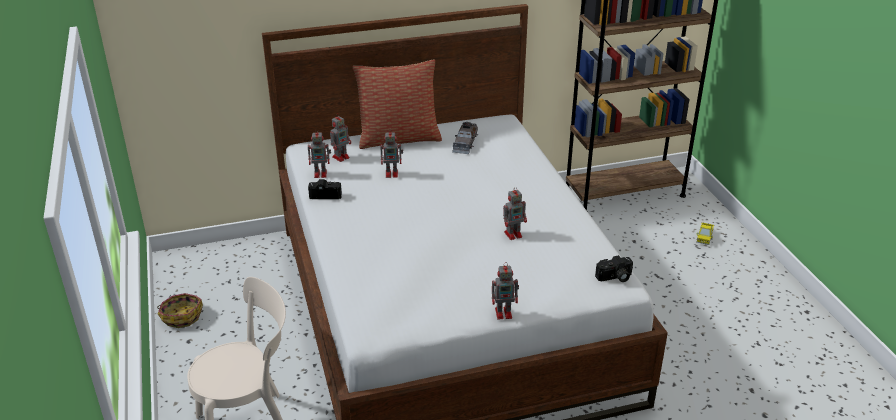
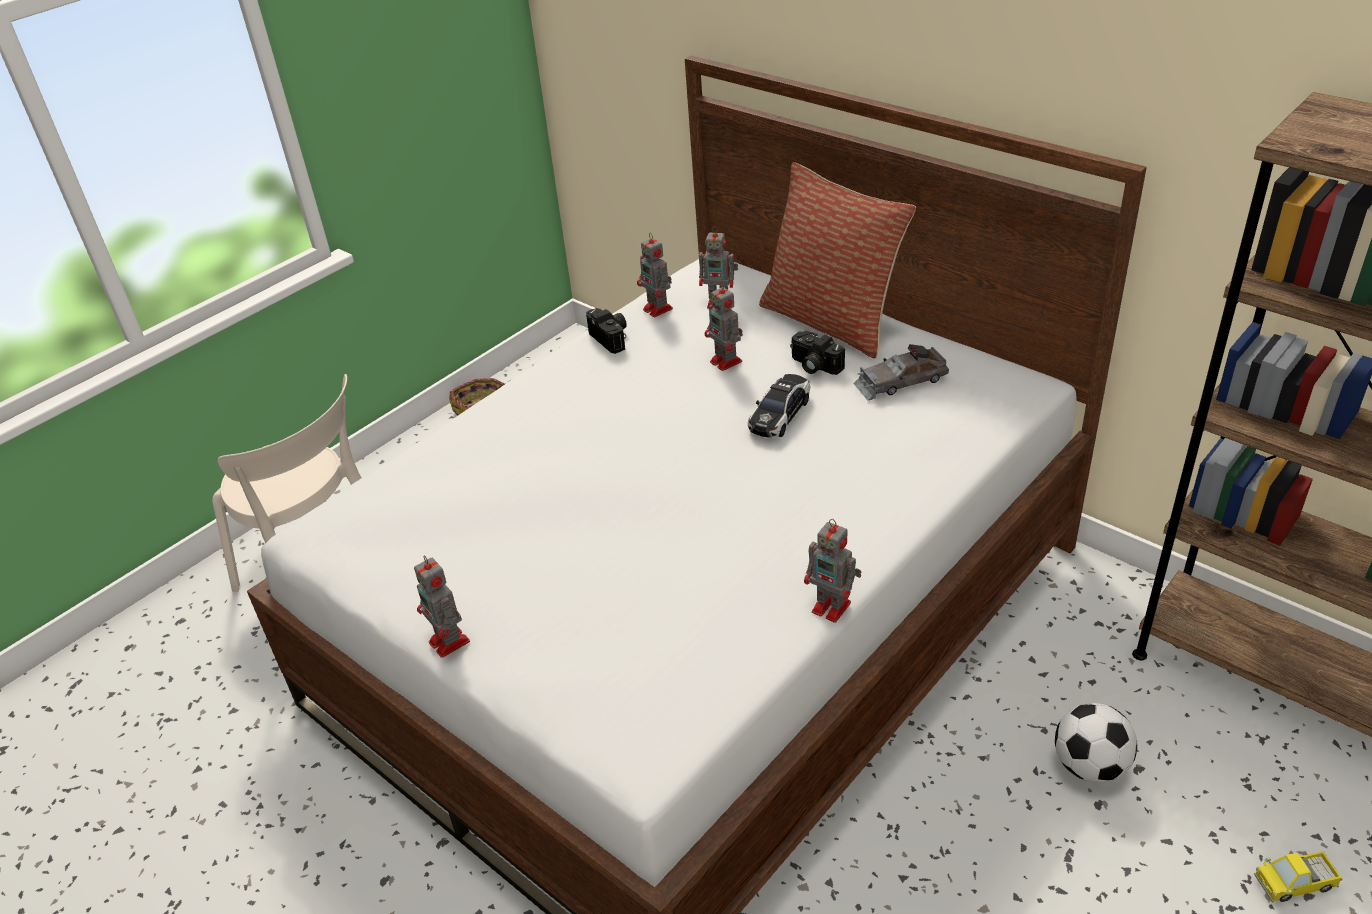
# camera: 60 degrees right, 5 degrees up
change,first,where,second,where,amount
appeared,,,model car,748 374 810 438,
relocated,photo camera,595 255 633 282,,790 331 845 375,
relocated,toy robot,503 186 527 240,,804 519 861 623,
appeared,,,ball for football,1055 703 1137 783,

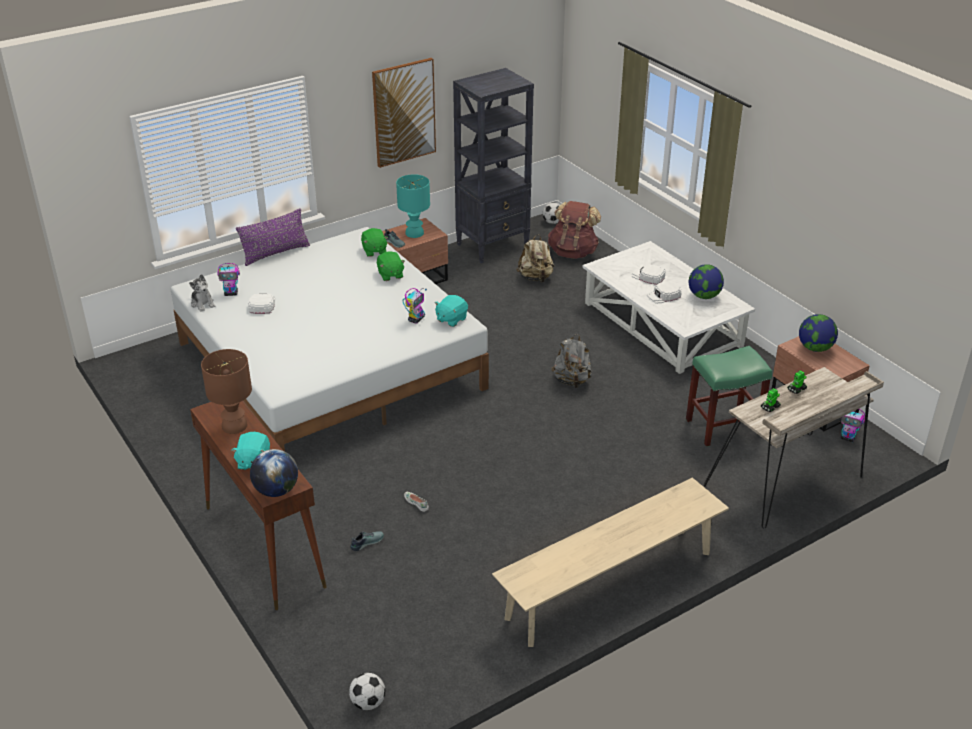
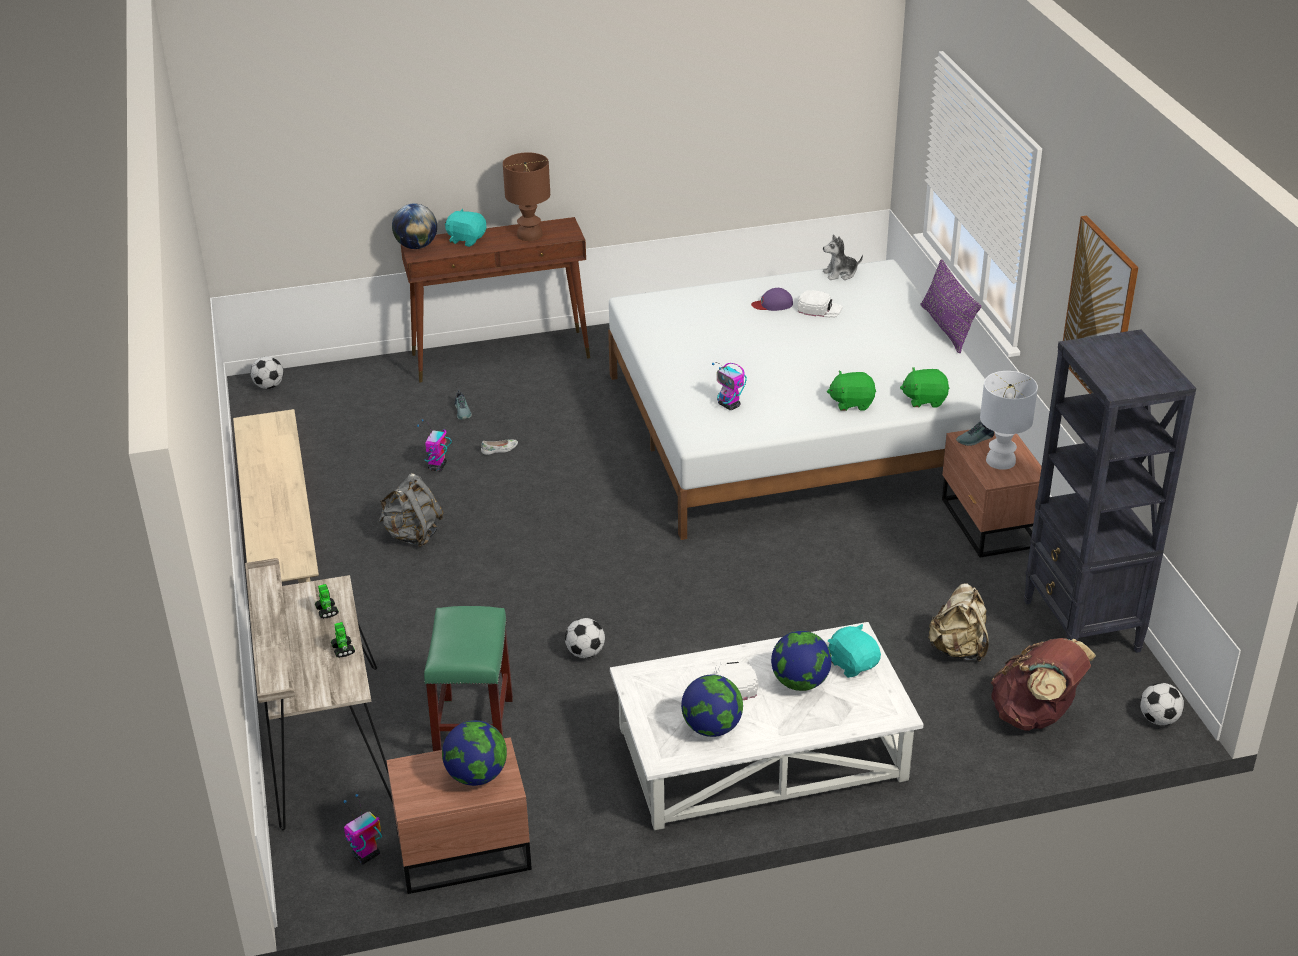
# camera: 110 degrees right, 0 degrees up
change,first,where,second,where,amount
relocated,greyish backpack,552 334 592 388,,378 473 444 547,
relocated,toy robot,217 263 240 296,,417 419 452 471,
appeared,,,ball for football,565 618 605 658,
appeared,,,purplish cap,751 288 793 311,
exchanged,white-coloured cap,632 264 666 285,desk globe,771 631 831 691,
relocated,turquoise soft toy,435 295 468 327,,828 624 881 678,
colour,turquoise tabletop lamp,396 174 430 238,white-coloured tabletop lamp,980 371 1038 470,

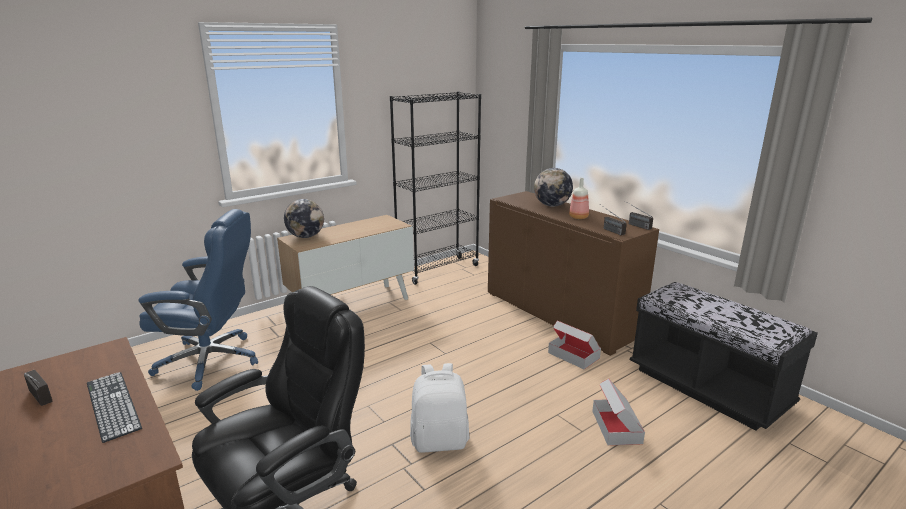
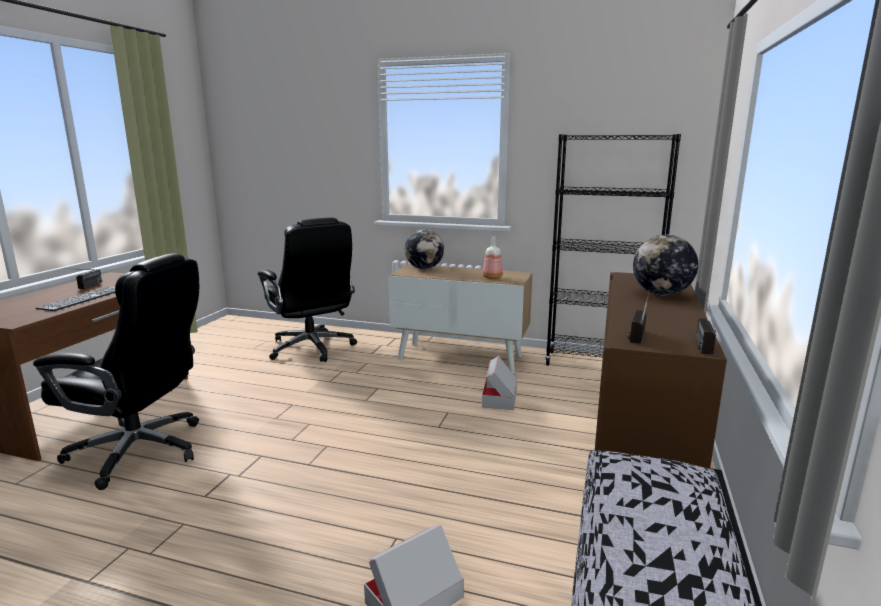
# camera: 55 degrees right, 5 degrees down
change,first,where,second,where,amount
colour,bluish computer chair,139 209 258 391,black-coloured computer chair,258 218 357 362,
relocated,packing box,548 321 601 369,,482 356 517 410,
relocated,drink bottle,569 178 589 219,,483 236 503 279,
missing,white-coloured backpack,410 363 470 453,,,

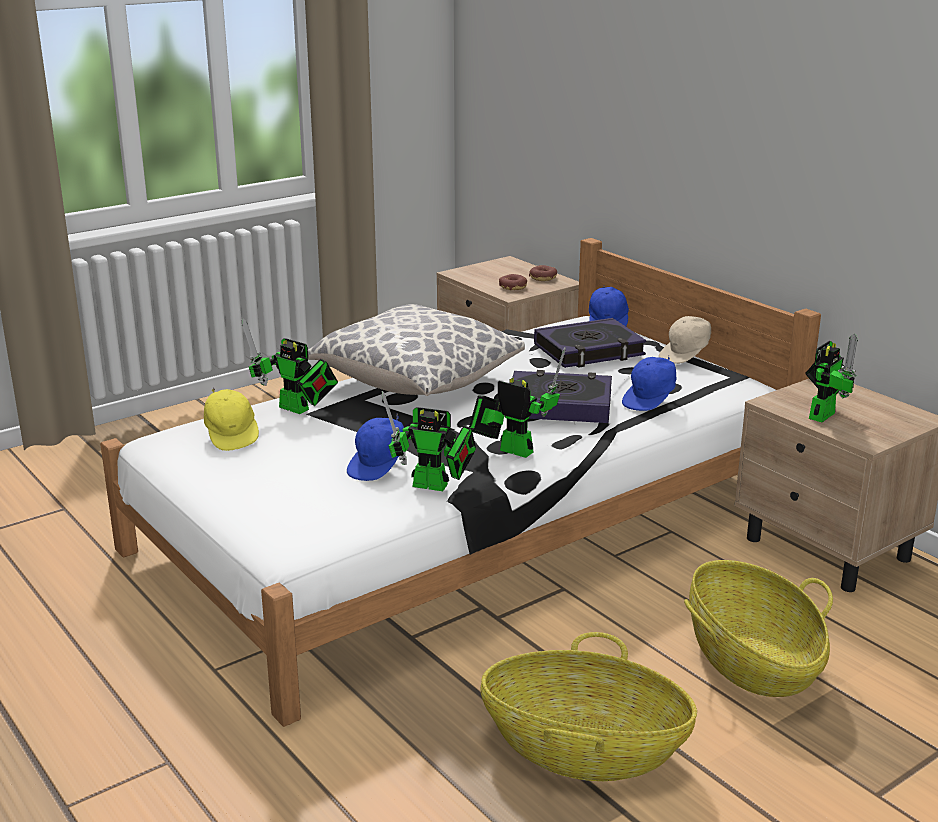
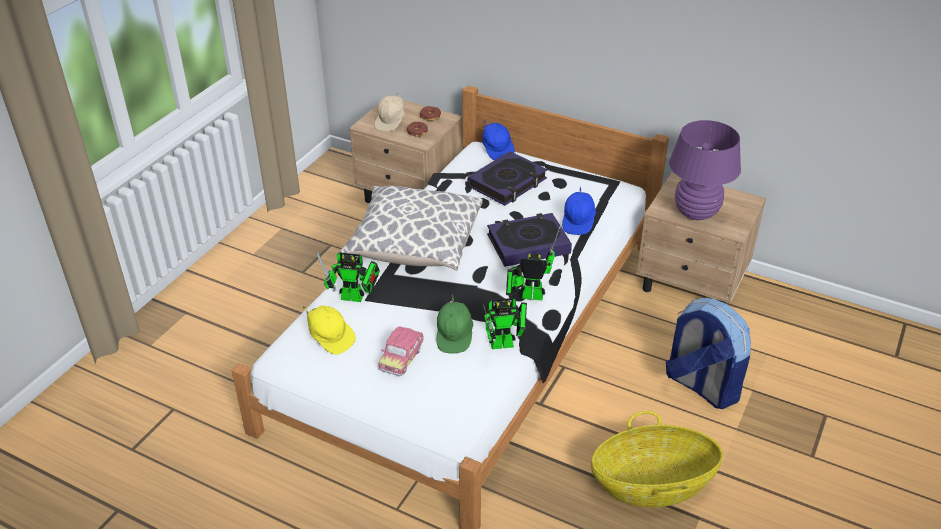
# camera: 25 degrees left, 15 degrees up
change,first,where,second,where,amount
relocated,sand-coloured cap,659 316 711 364,,374 93 405 132,
appeared,,,model car,378 326 424 376,
colour,bluish cap,347 416 404 481,greenish cap,437 295 473 354,
exchanged,storage basket,684 560 833 697,backpack,666 298 751 409,
exchanged,toy robot,805 333 858 422,purplish tabletop lamp,669 120 741 220,

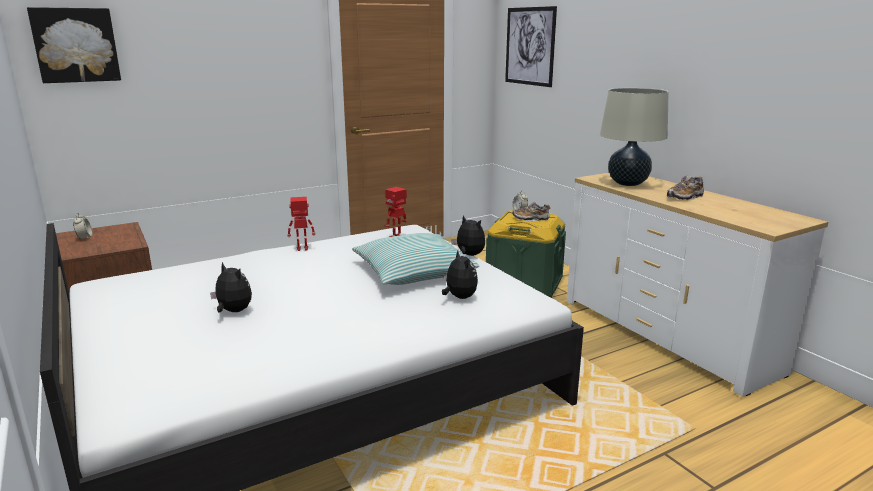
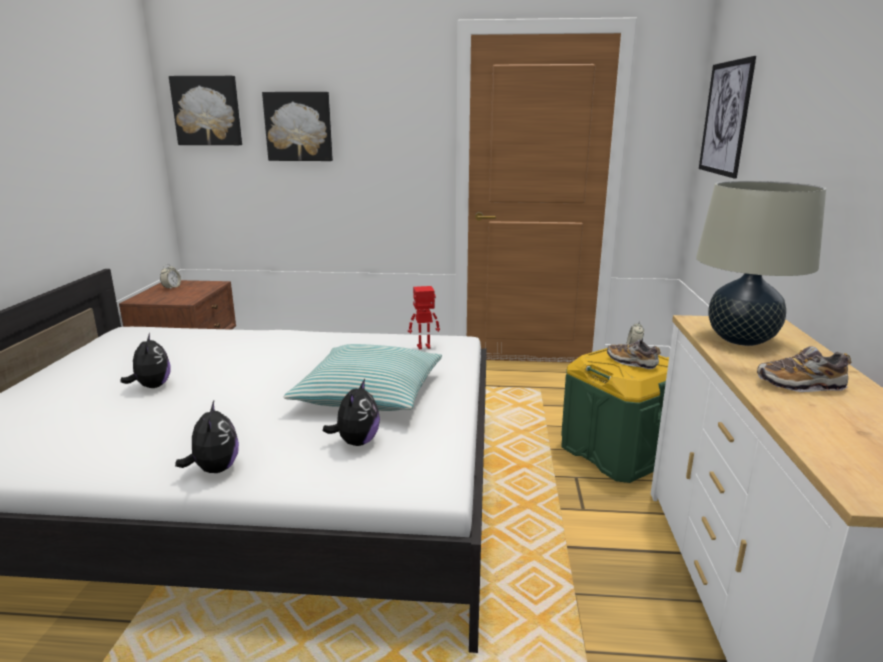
# camera: 35 degrees right, 0 degrees up
change,first,where,second,where,amount
relocated,soft toy,451 216 485 256,,175 401 239 473,
appeared,,,picture,262 92 333 161,
missing,toy robot,287 197 315 251,,,

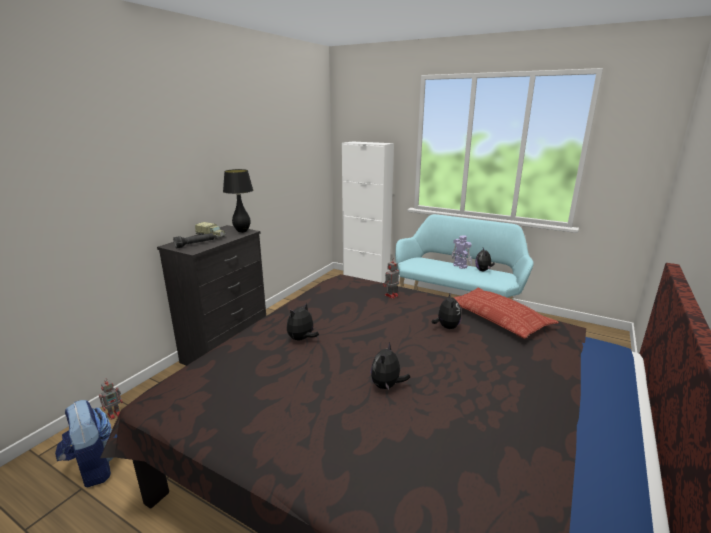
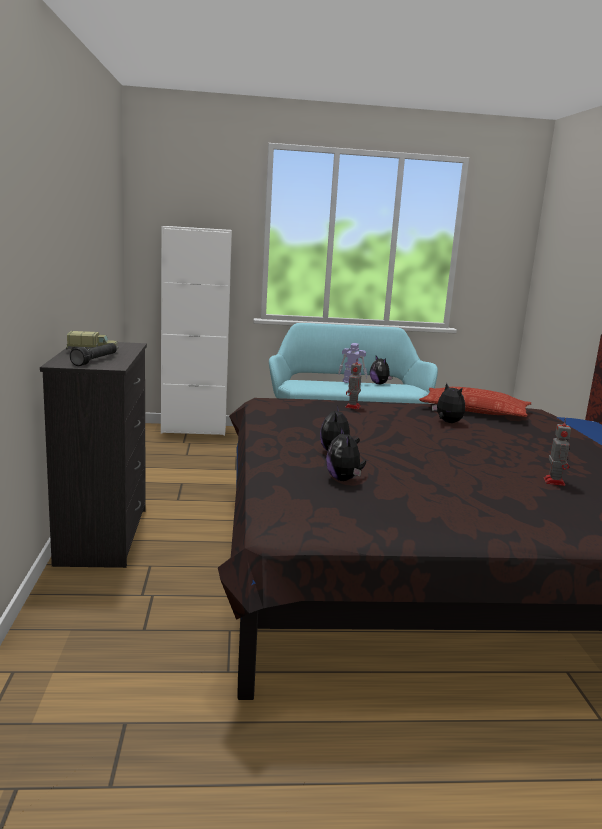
# camera: 35 degrees left, 5 degrees down
change,first,where,second,where,amount
relocated,soft toy,371 342 410 390,,326 427 366 481,
relocated,toy robot,99 378 123 420,,543 418 571 486,
missing,backpack,55 400 113 487,,,
missing,black-coloured tabletop lamp,223 169 253 233,,,

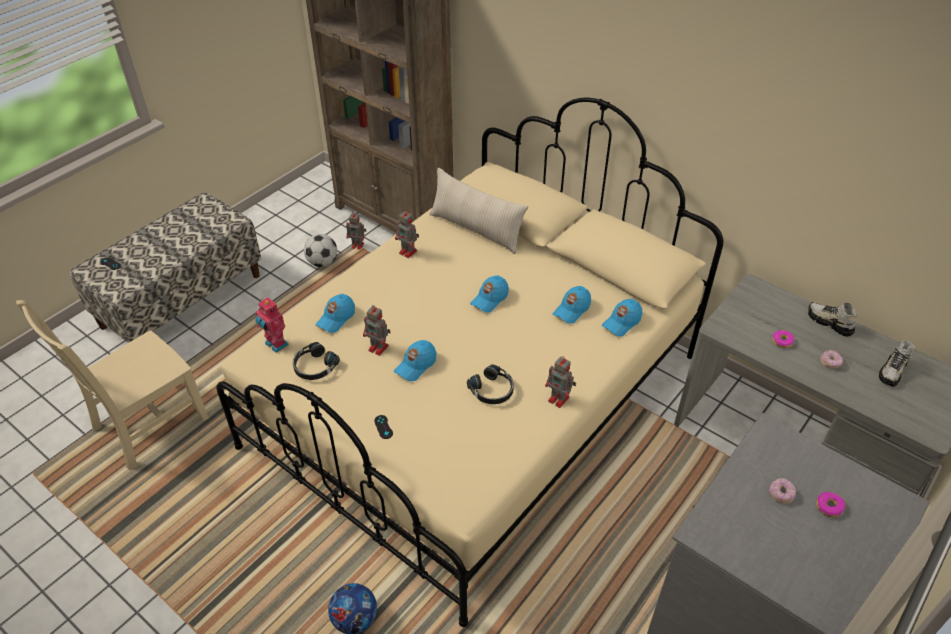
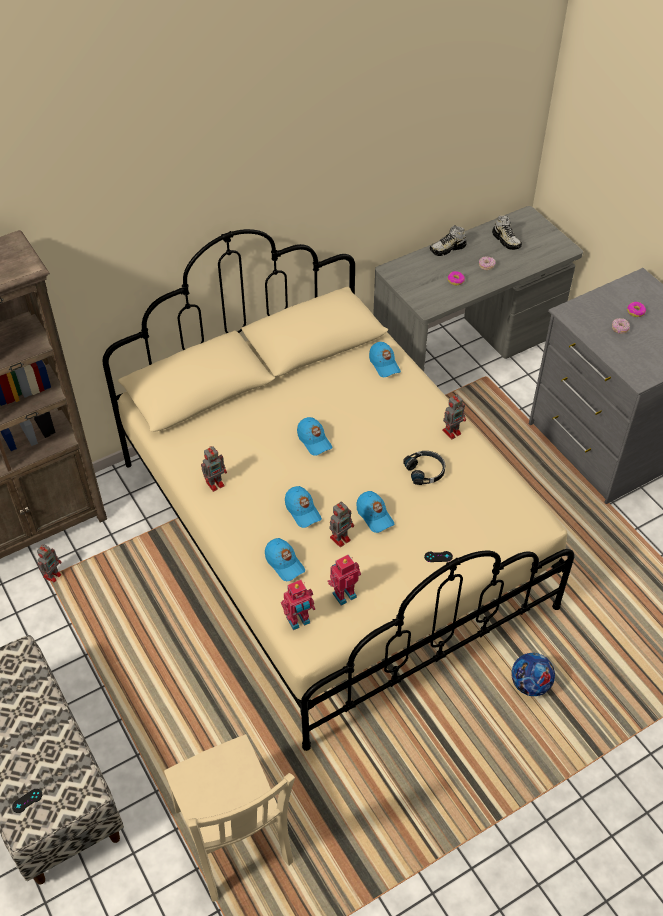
# camera: 70 degrees left, 5 degrees up
change,first,where,second,where,amount
relocated,bluish cap,553 286 591 324,,285 486 322 528,
exchanged,black-coloured pair of headphones,293 342 340 380,toy robot,327 555 361 606,
missing,ball for football,304 234 337 267,,,
missing,sand-coloured cushion,429 168 528 254,,,

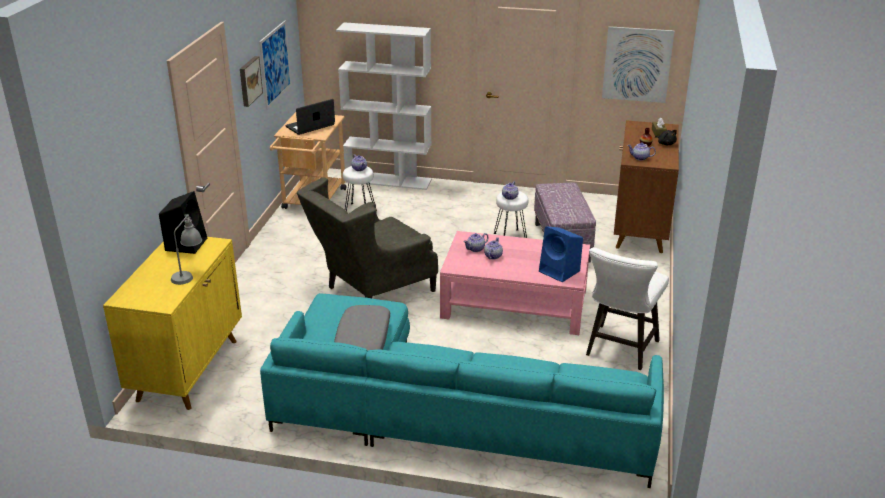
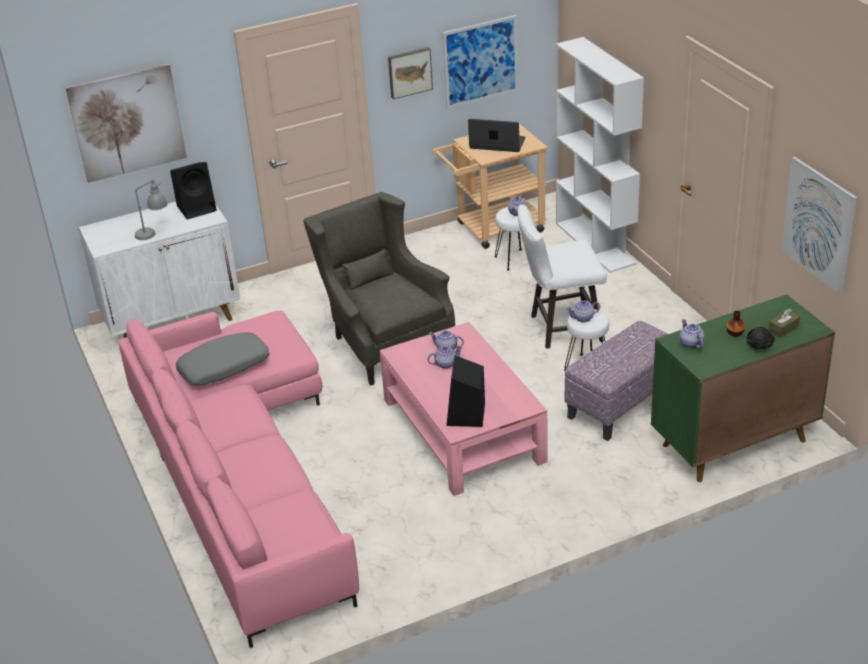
# camera: 55 degrees right, 5 degrees up
change,first,where,second,where,amount
appeared,,,picture,65 64 187 183,
colour,yellowish cabinet,103 237 242 410,white-coloured cabinet,78 202 240 338,
colour,turquoise settee,260 293 664 488,pink-coloured settee,118 311 359 648,
spun,greyish armchair,297 177 438 298,,304 192 455 385,45 degrees clockwise
colour,bluish speaker,539 226 583 282,black-coloured speaker,446 355 485 427,
relocated,white-coloured stool seat,586 247 669 370,,518 205 607 349,
colour,brownish cabinet,614 120 679 253,greenish cabinet,651 294 835 482,

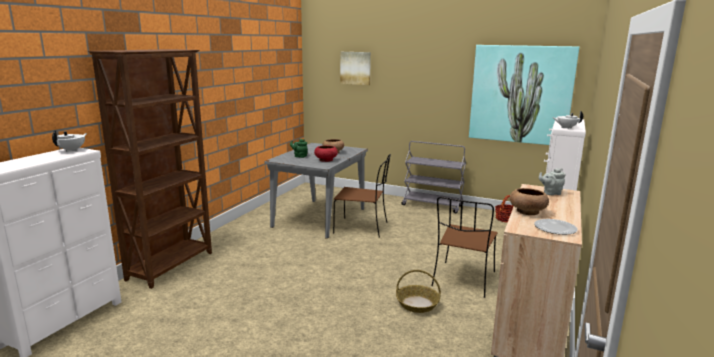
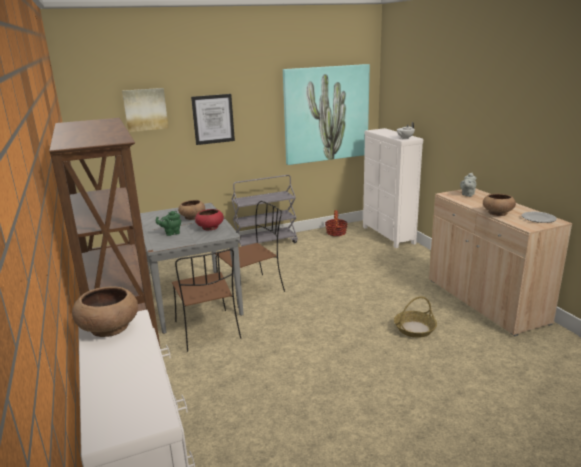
# camera: 45 degrees left, 5 degrees up
change,first,where,second,where,amount
exchanged,white-coloured tea pot,52 130 87 152,brownish bowl,72 286 138 337,
relocated,brownish upright chair,432 197 498 298,,172 249 241 352,
appeared,,,picture,191 94 235 145,

